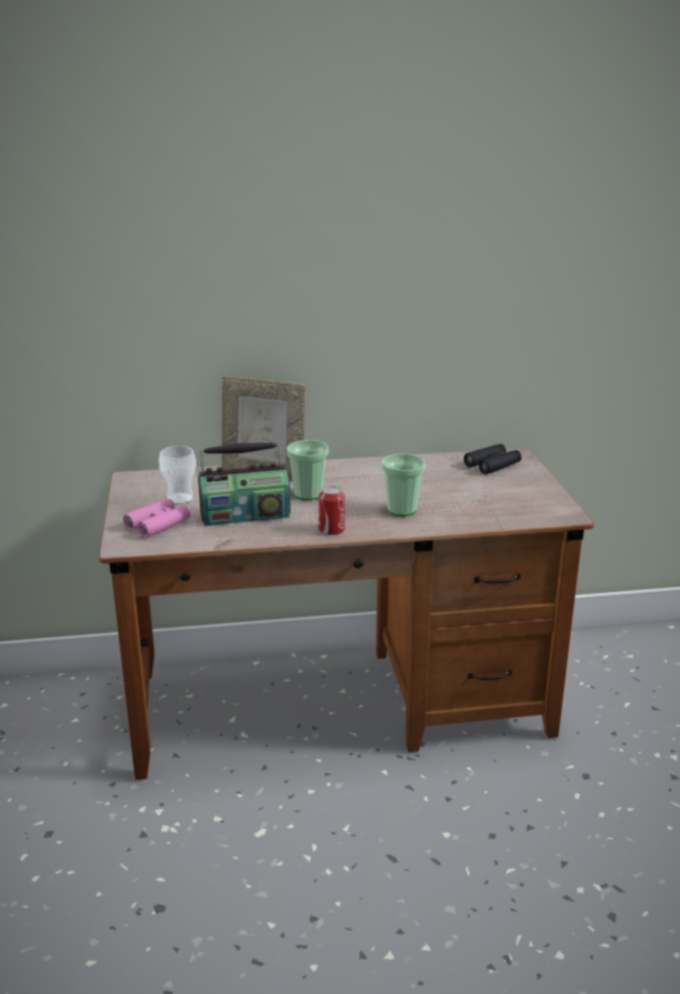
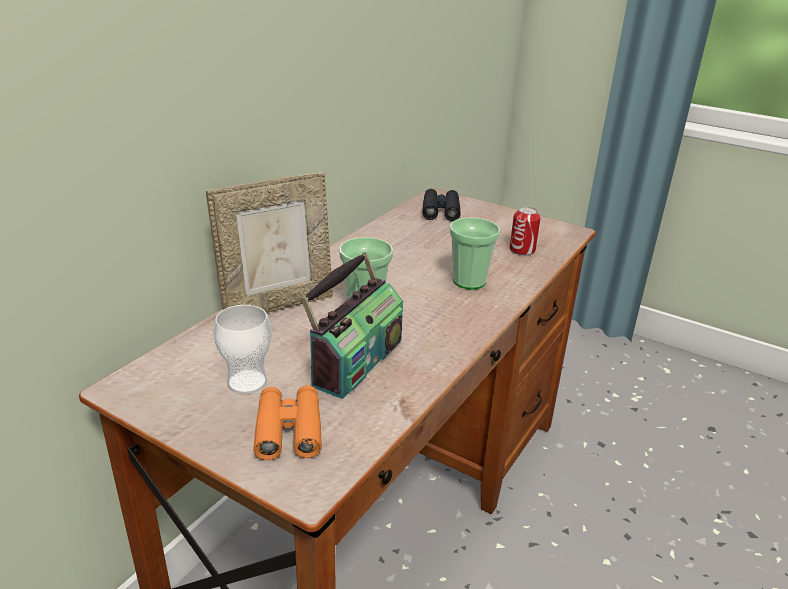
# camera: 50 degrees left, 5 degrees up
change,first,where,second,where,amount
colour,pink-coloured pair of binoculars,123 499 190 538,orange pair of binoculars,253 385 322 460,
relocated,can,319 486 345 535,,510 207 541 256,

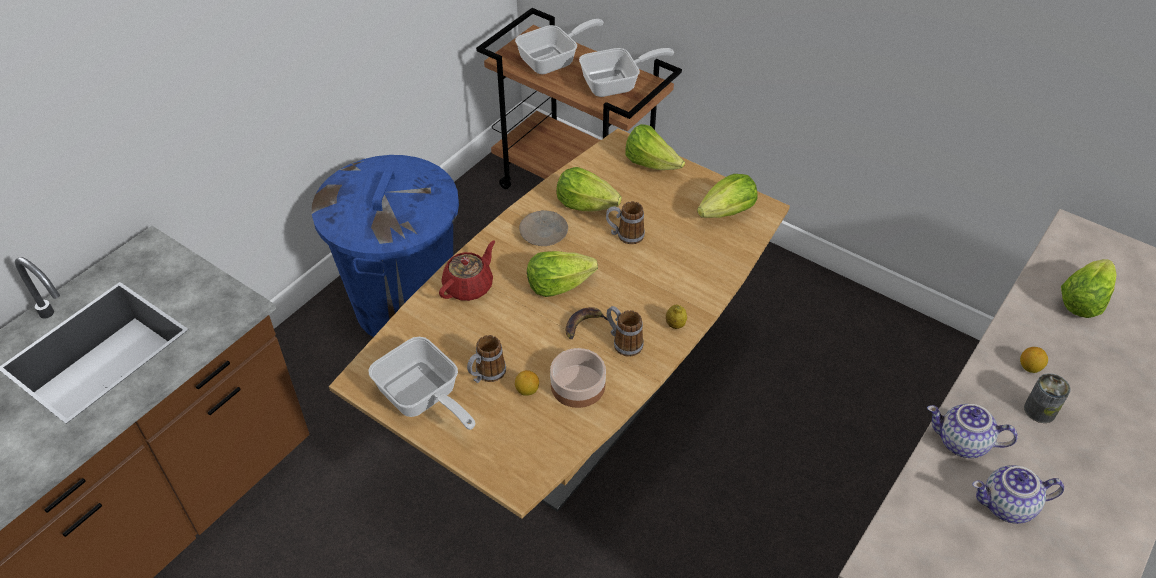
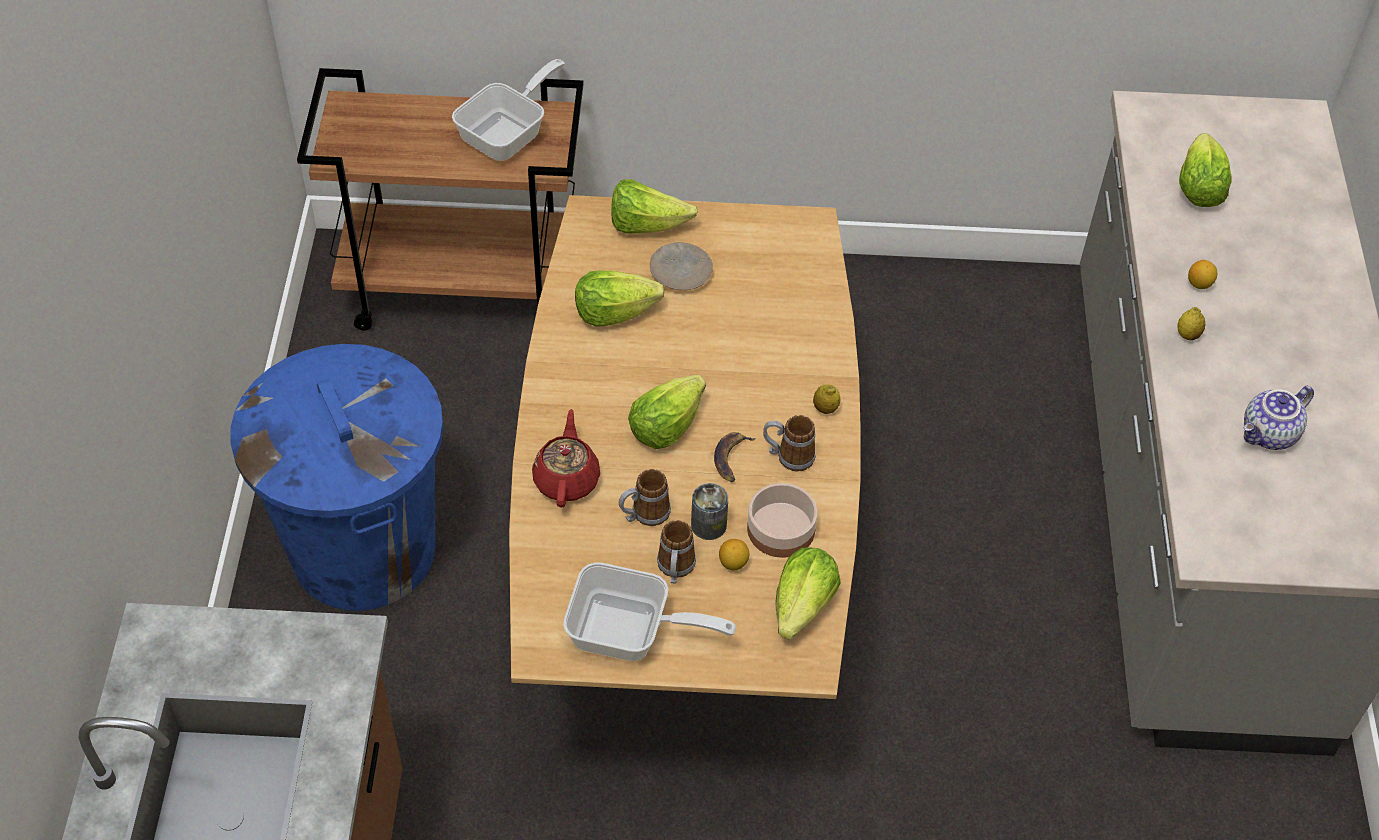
# camera: 35 degrees left, 5 degrees up
change,first,where,second,where,amount
relocated,tea mug,606 201 645 244,,619 469 671 526,
relocated,sand-coloured plate,519 210 568 246,,650 242 713 290,
relocated,can,1024 373 1071 423,,691 483 728 540,
relocated,head of lettuce,697 174 757 218,,775 547 841 639,
appeared,,,citrus fruit,1177 307 1205 340,
missing,skillet,515 19 604 74,,,
missing,tea pot,927 404 1018 458,,,

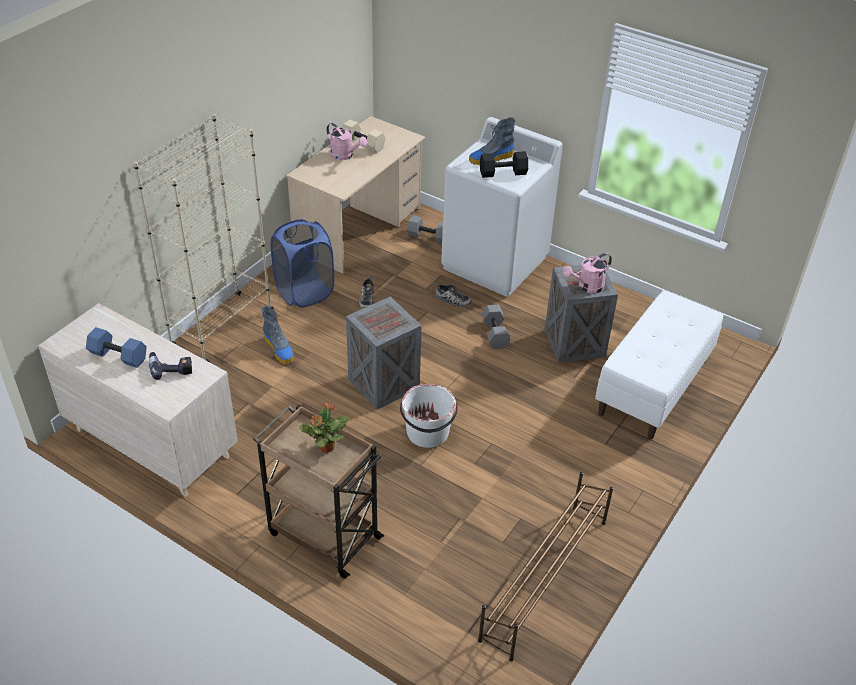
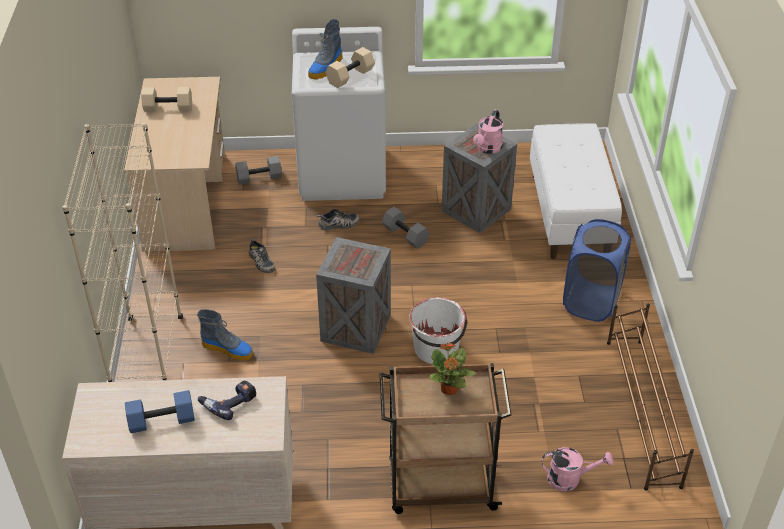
# camera: 35 degrees left, 0 degrees up
change,first,where,second,where,amount
colour,black-coloured dumbbell,480 151 528 178,sand-coloured dumbbell,325 47 375 88,
relocated,pink-coloured watering pot,326 123 367 160,,542 447 613 491,
relocated,bluish washing basket,271 219 334 308,,563 219 631 322,

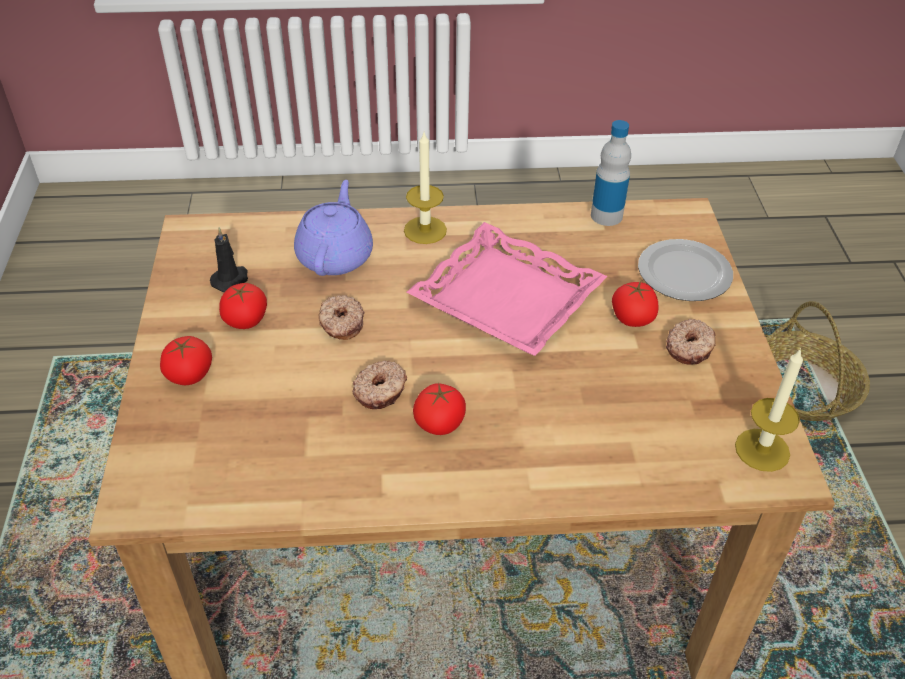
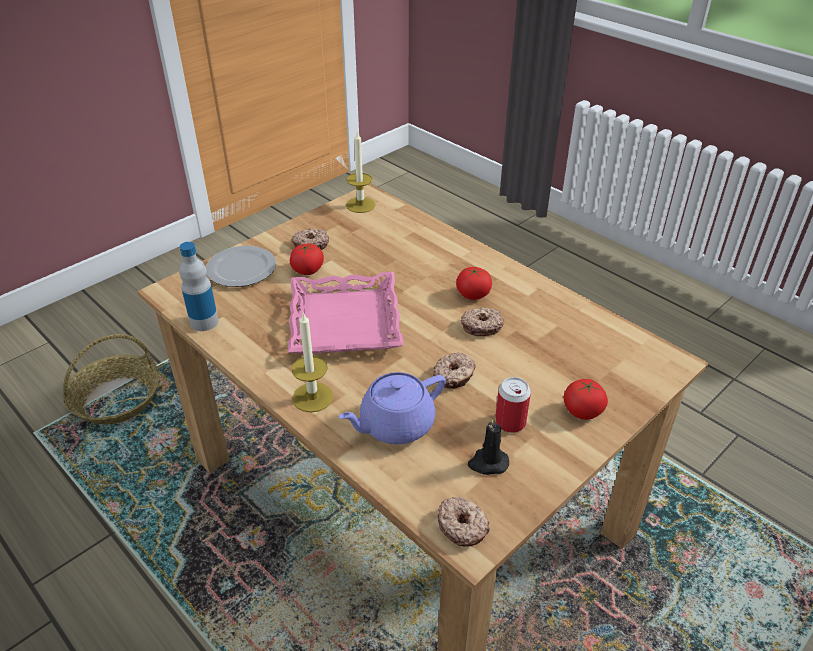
# camera: 130 degrees left, 5 degrees down
change,first,where,second,where,amount
appeared,,,doughnut,438 497 490 547,
exchanged,whole tomato,219 283 267 329,can,495 377 531 433,

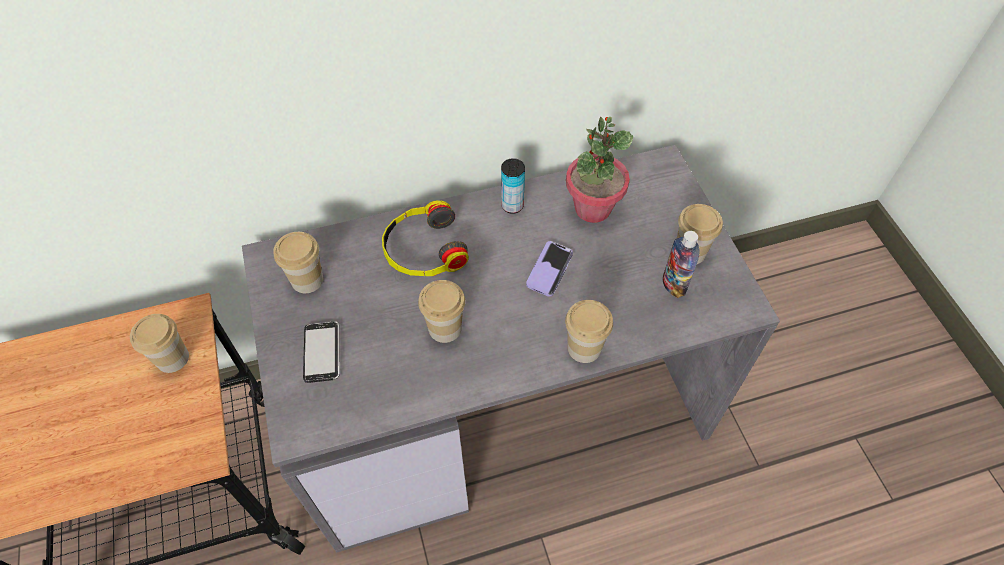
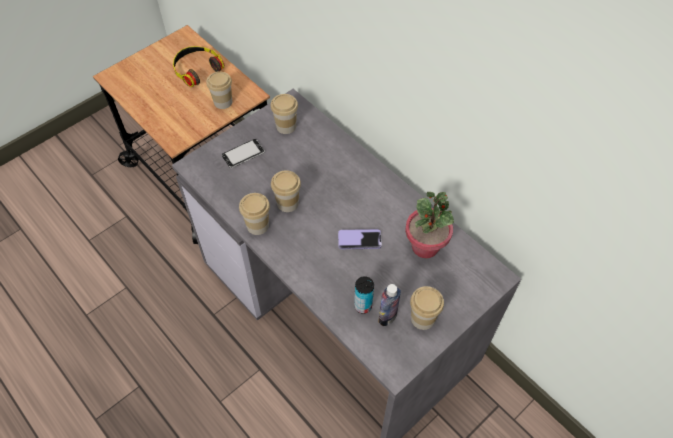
# camera: 65 degrees right, 0 degrees up
change,first,where,second,where,amount
relocated,pair of headphones,382 200 469 276,,173 46 224 87,
relocated,small cup,565 300 613 363,,239 193 270 235,
relocated,can,501 158 525 214,,354 276 374 314,

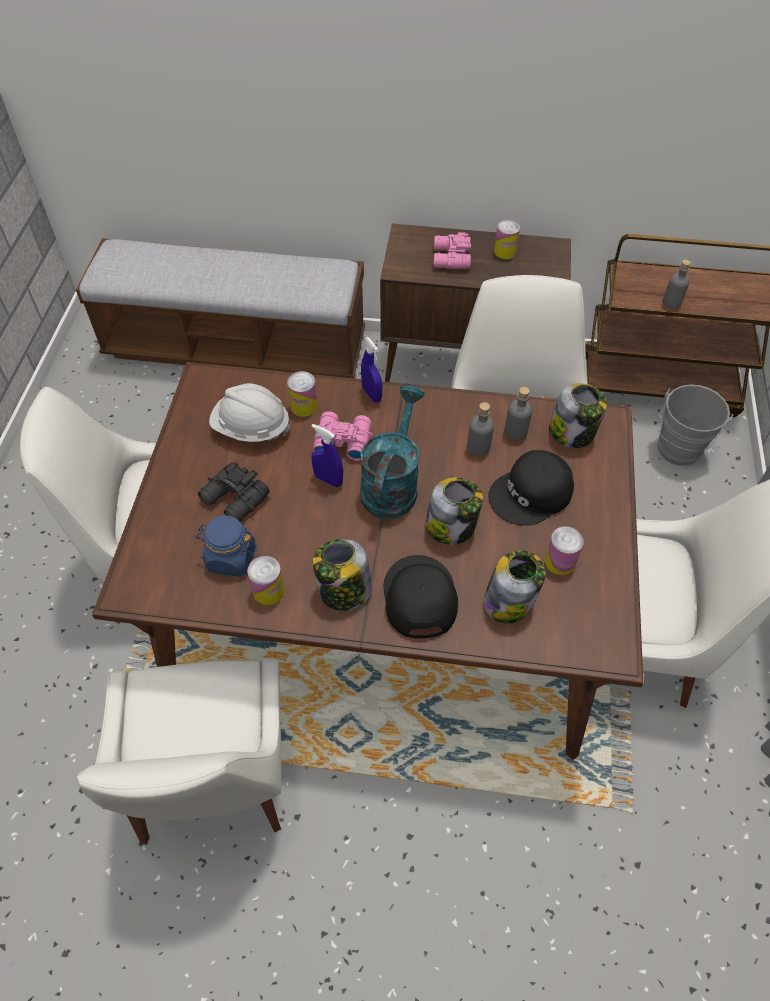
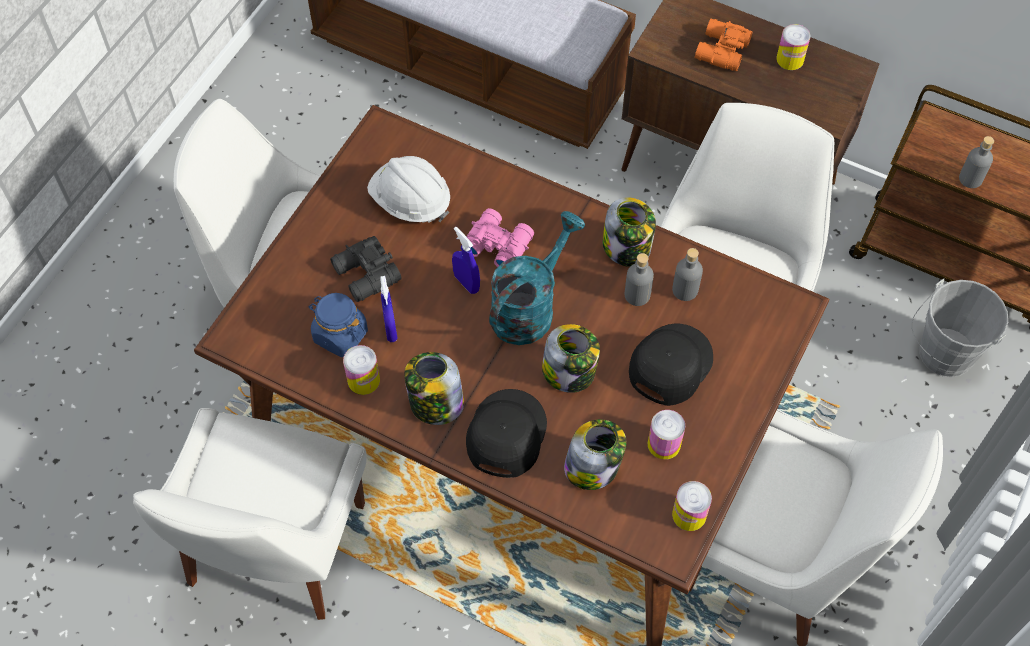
# camera: 20 degrees right, 5 degrees up
change,first,where,second,where,amount
relocated,bluish sprayer,361 337 382 402,,380 276 398 342,
relocated,preserve jar,549 383 607 448,,602 197 656 267,
spun,black-coloured cap,488 450 574 526,,629 323 713 406,135 degrees clockwise
relocated,can,287 371 318 417,,672 481 712 531,
colour,pink-coloured pair of binoculars,434 232 471 269,orange pair of binoculars,695 19 753 71,

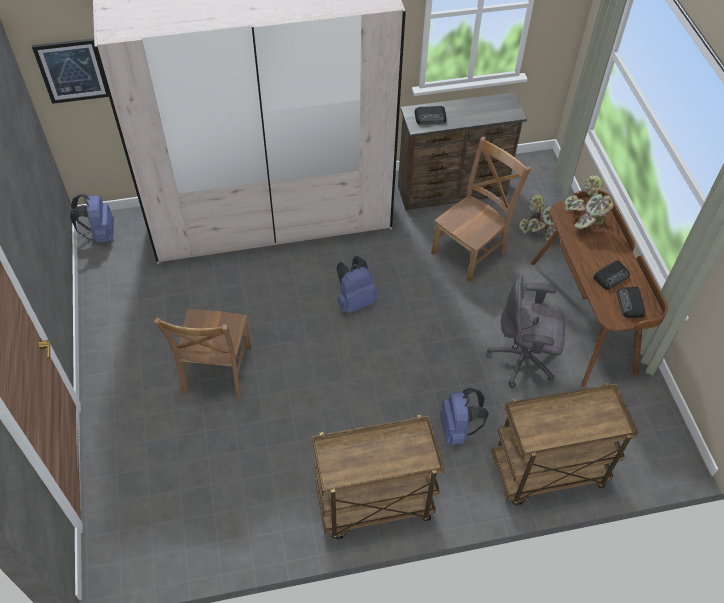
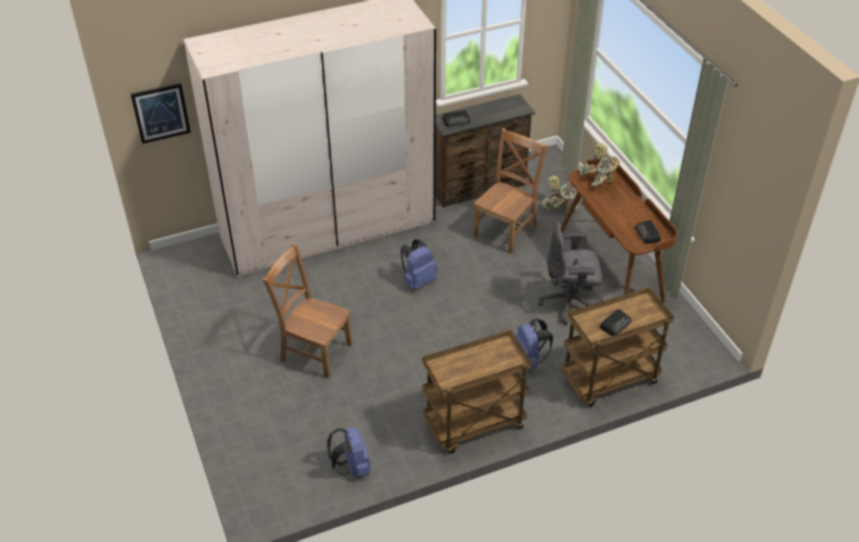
# camera: 10 degrees left, 10 degrees down
change,first,where,second,where,amount
spun,brownish upright chair,154 309 251 400,,262 243 352 378,120 degrees clockwise
relocated,bluish backpack,70 194 114 243,,327 427 371 477,
relocated,radio receiver,593 260 630 290,,600 309 631 336,

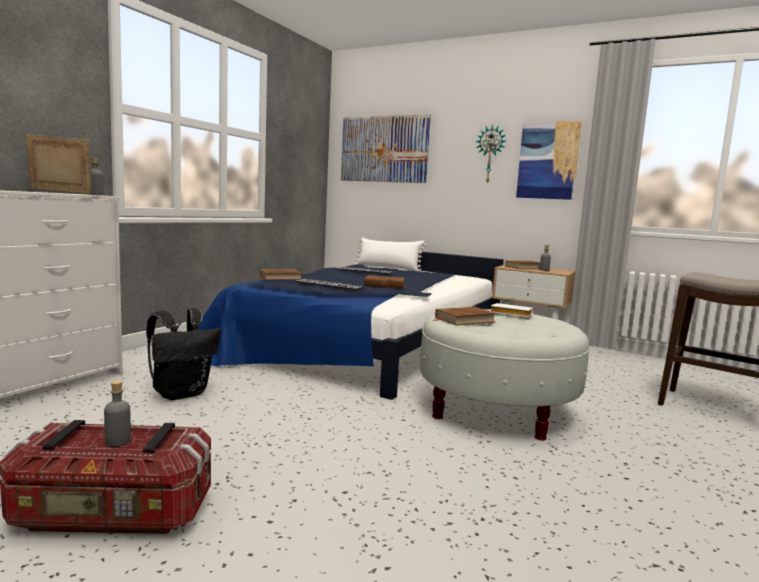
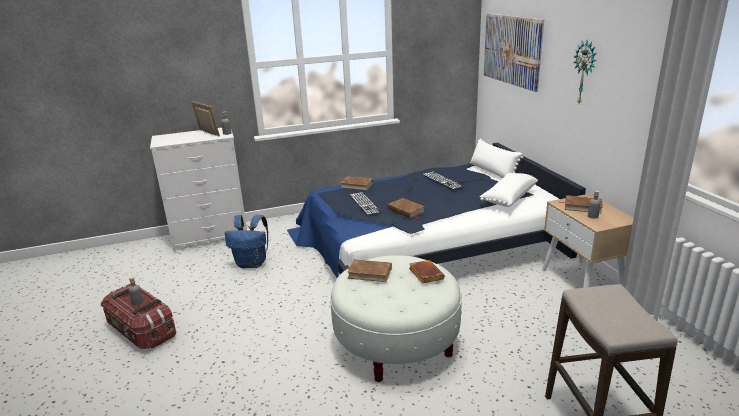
# camera: 45 degrees right, 15 degrees up
change,first,where,second,where,amount
colour,black-coloured backpack,146 308 221 400,bluish backpack,225 215 268 268,
colour,white-coloured bound book,491 303 533 317,brownish bound book,409 260 445 283,
appeared,,,white-coloured cushion,479 173 538 207,
missing,picture,516 121 582 200,,,

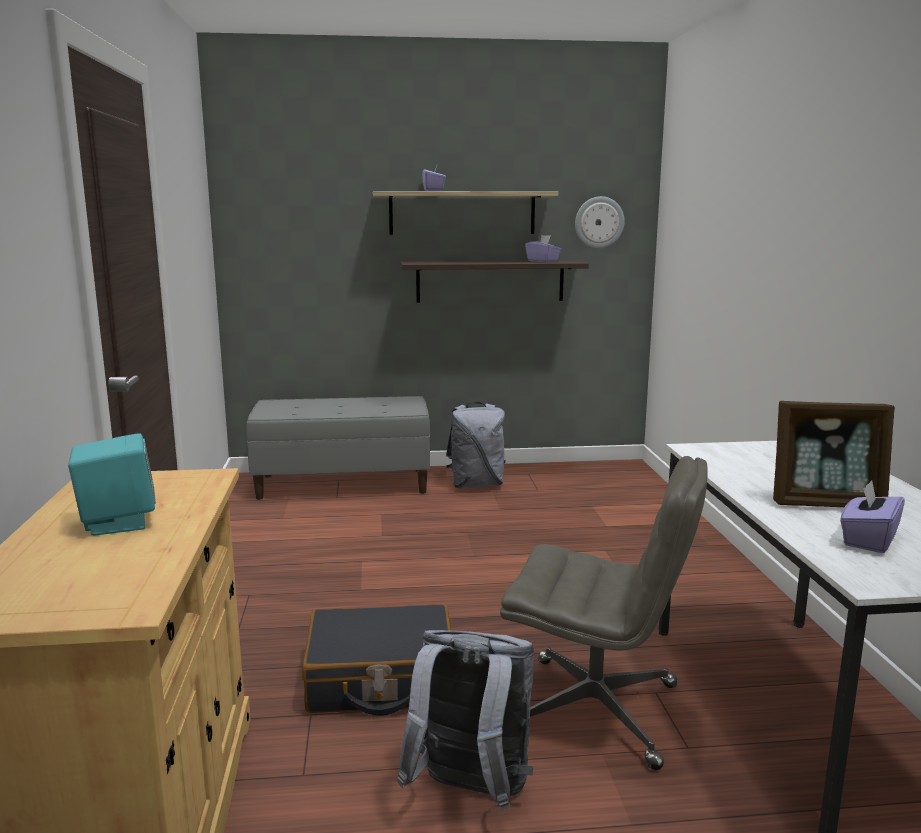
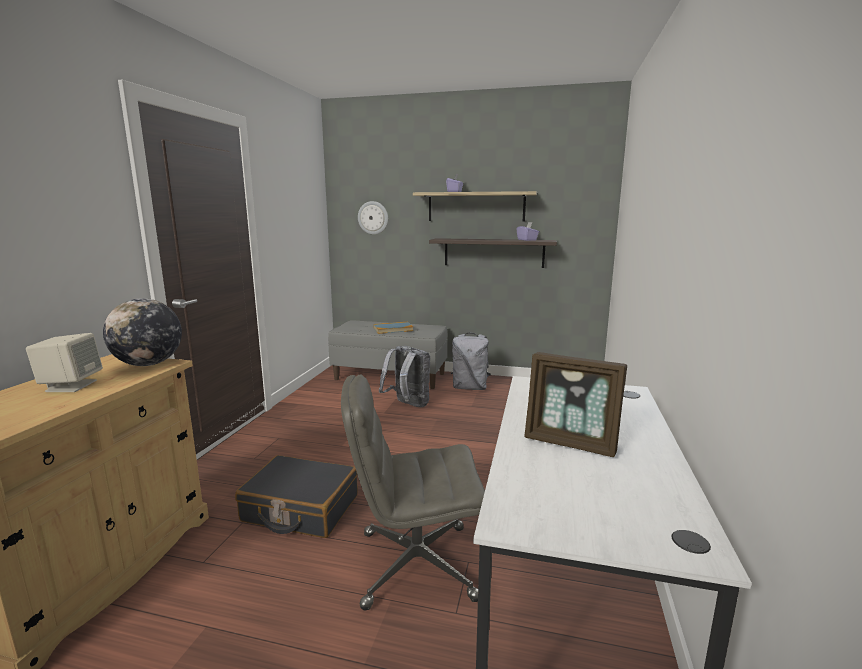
# camera: 20 degrees right, 0 degrees up
change,first,where,second,where,amount
colour,turquoise speaker,68 433 156 535,sand-coloured speaker,26 333 103 392,
appeared,,,desk globe,103 298 182 366,
spun,greyish computer chair,500 456 707 770,,341 374 485 611,135 degrees clockwise
relocated,hanging clock,575 196 625 248,,358 201 388 235,
appeared,,,bound book,373 322 413 334,
relocated,greyish backpack,397 630 535 810,,379 346 430 407,
missing,purplish box of tissues,840 480 905 553,,,

